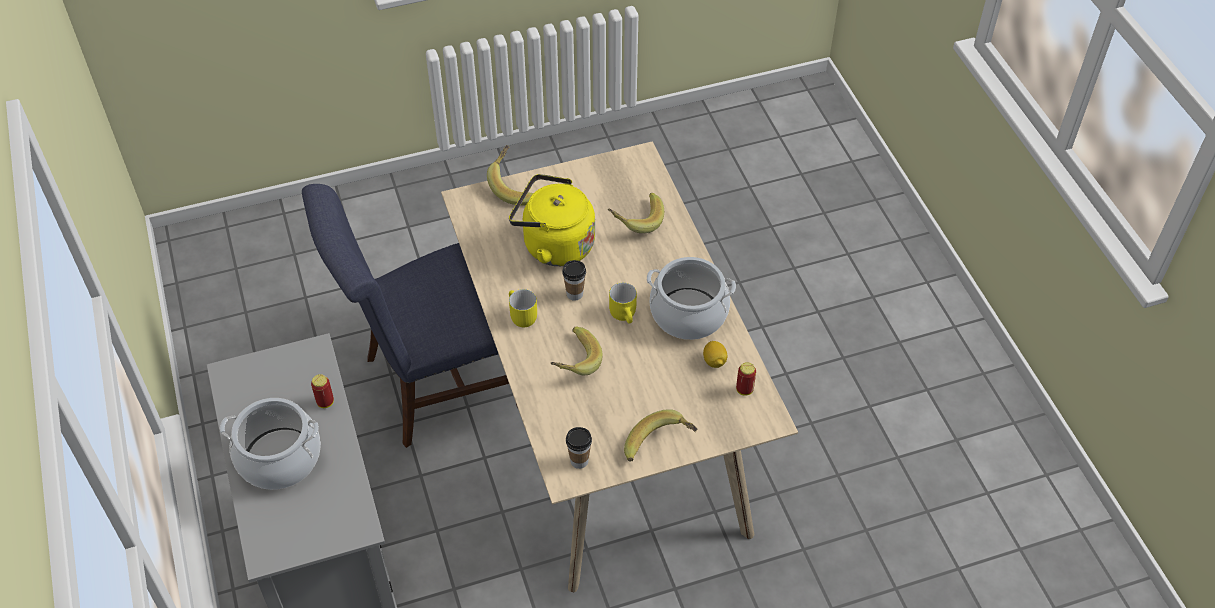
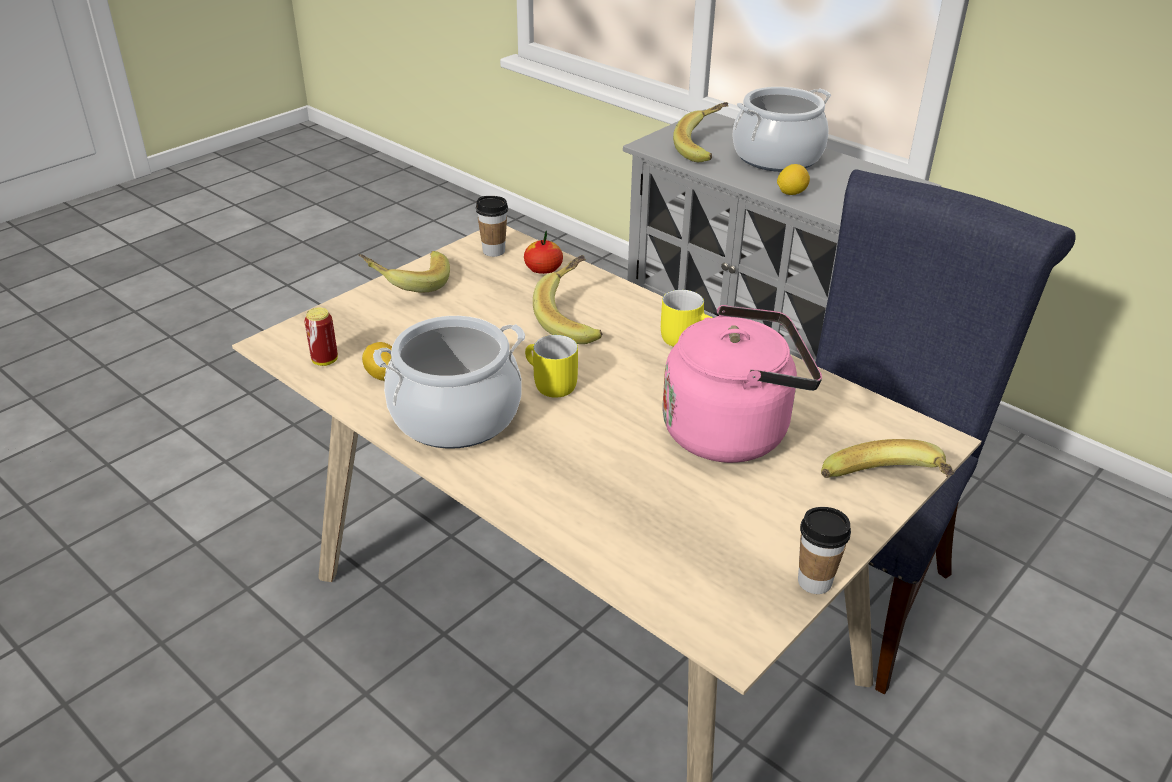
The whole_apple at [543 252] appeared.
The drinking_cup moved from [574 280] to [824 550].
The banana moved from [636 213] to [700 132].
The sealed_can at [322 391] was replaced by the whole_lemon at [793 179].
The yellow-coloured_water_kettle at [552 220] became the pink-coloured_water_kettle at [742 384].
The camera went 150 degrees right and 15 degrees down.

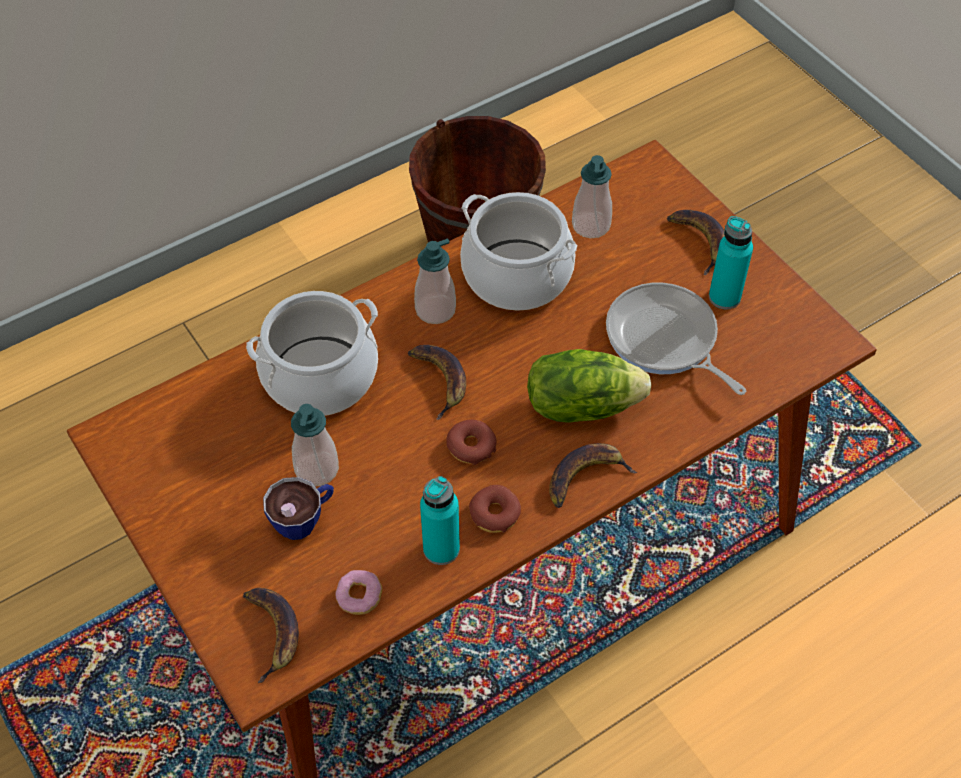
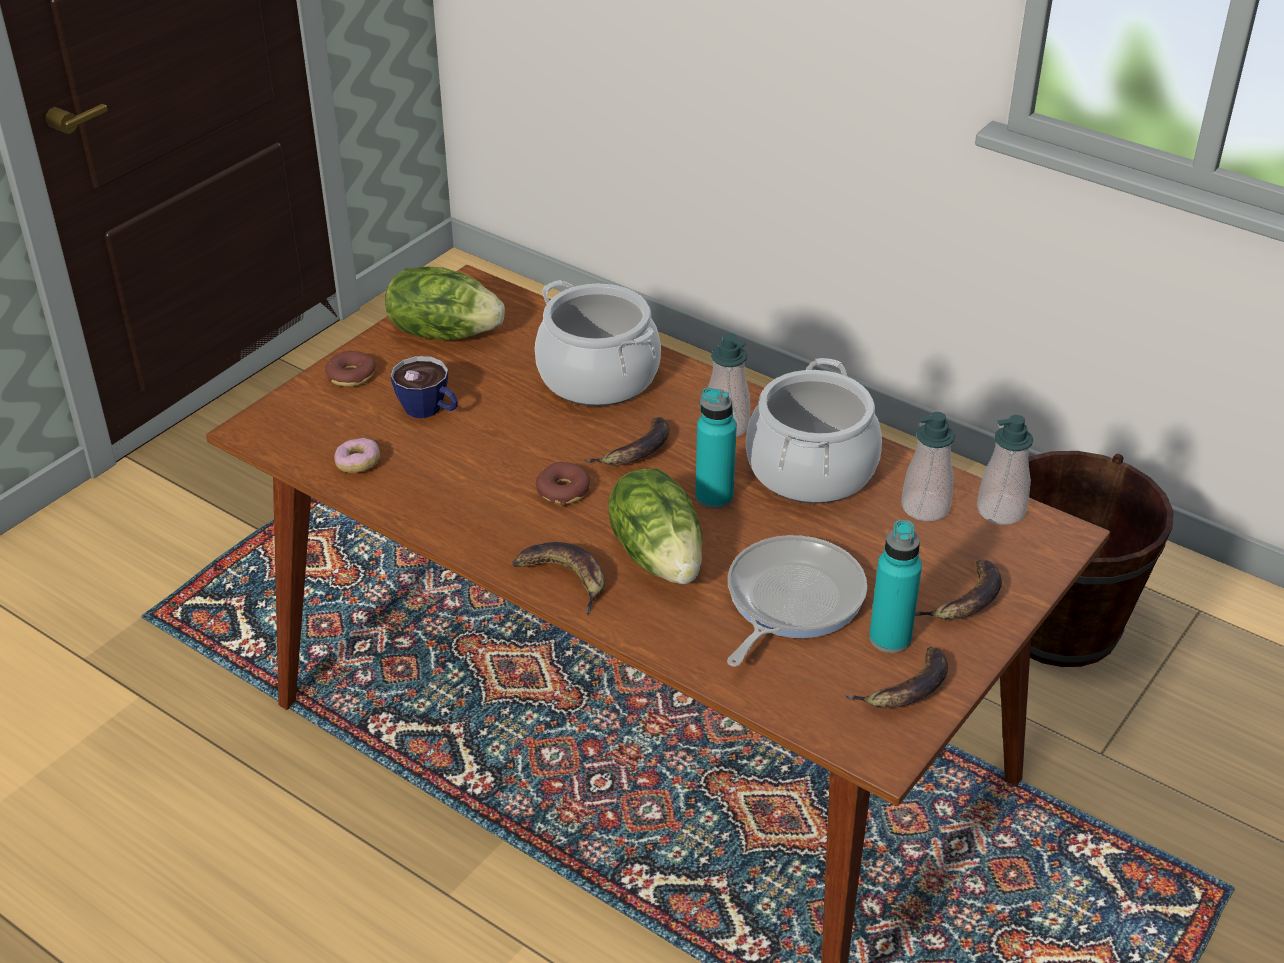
The lettuce_head at [445 303] appeared.
The banana moved from [271 635] to [896 677].
The soap_dispenser moved from [315 445] to [1005 470].
The turquoise_drink_bottle moved from [440 520] to [716 448].
The donut moved from [495 509] to [350 369].
The camera went 70 degrees right and 15 degrees down.

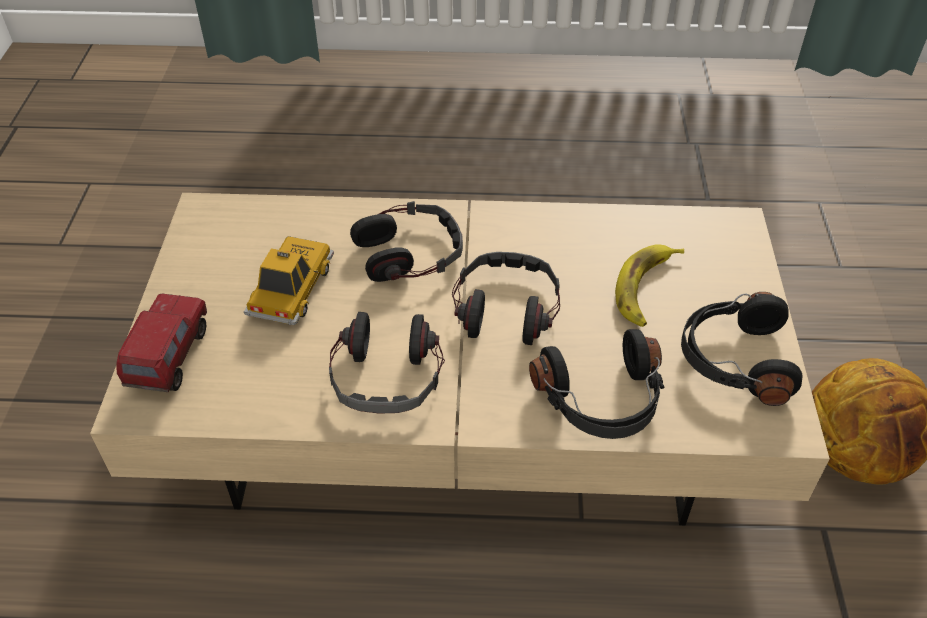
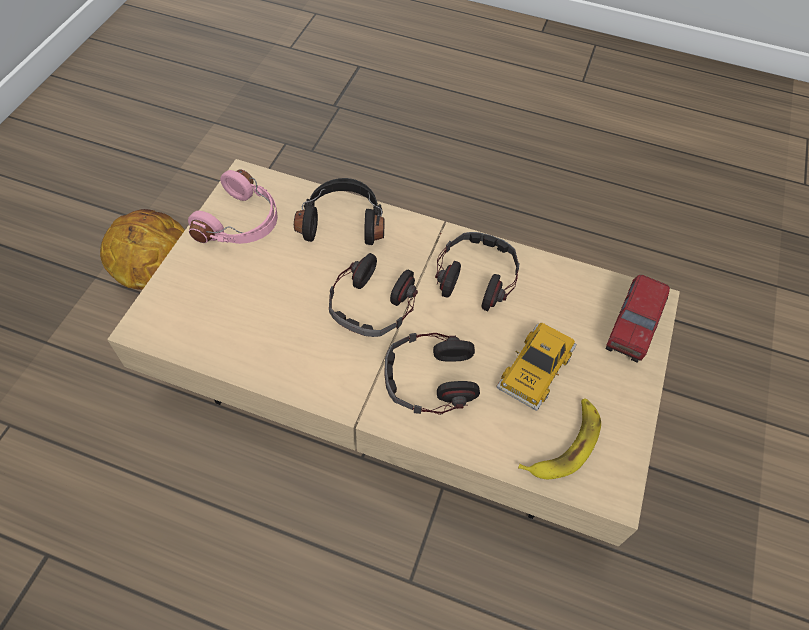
The banana moved from [649 285] to [559 438].
The black-coloured_headphones at [742 349] became the pink-coloured_headphones at [233 206].
The camera went 165 degrees left and 10 degrees up.

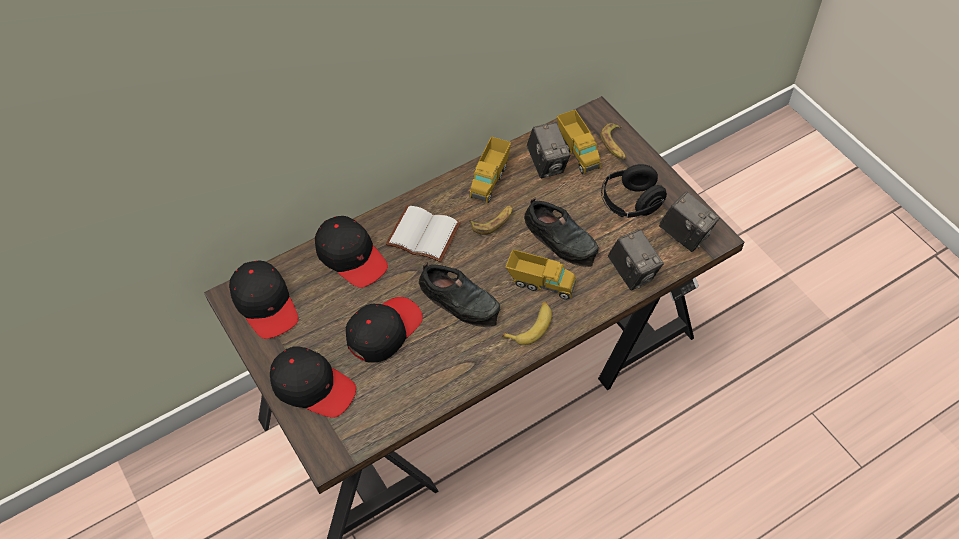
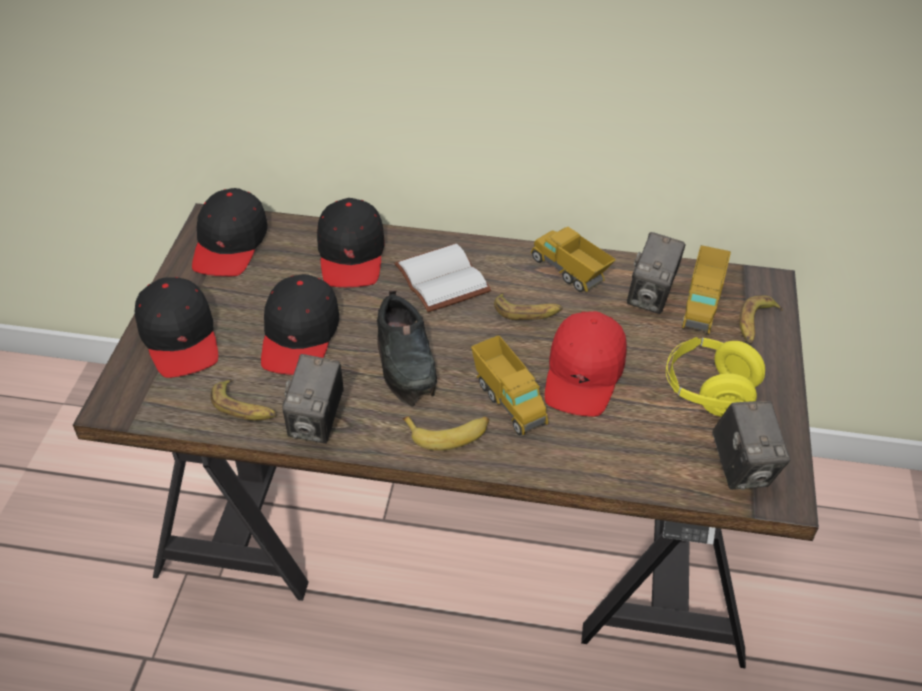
The banana at [244 399] appeared.
The still_camera moved from [636 259] to [313 398].
The black-coloured_low_shoe at [561 232] was replaced by the red-coloured_cap at [586 364].
The black-coloured_headphones at [634 191] became the yellow-coloured_headphones at [715 377].
The black-coloured_cap at [384 330] turned 105 degrees clockwise.
The toy_lorry at [490 170] turned 75 degrees clockwise.
The camera went 40 degrees right and 10 degrees down.

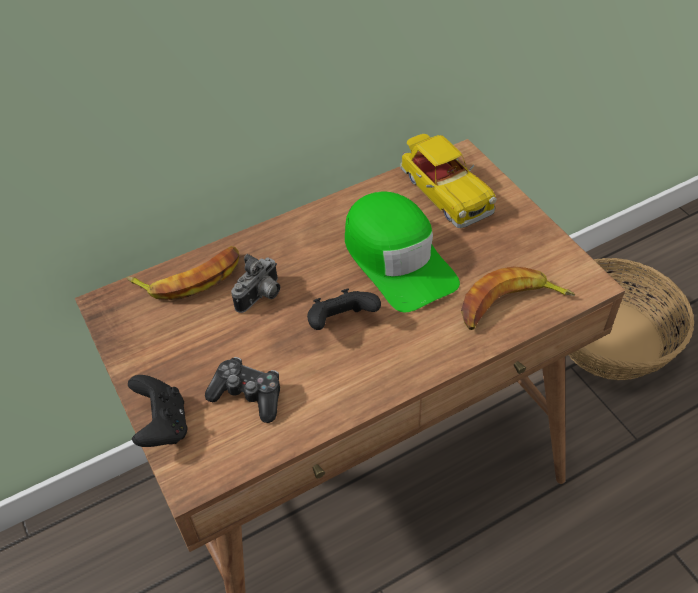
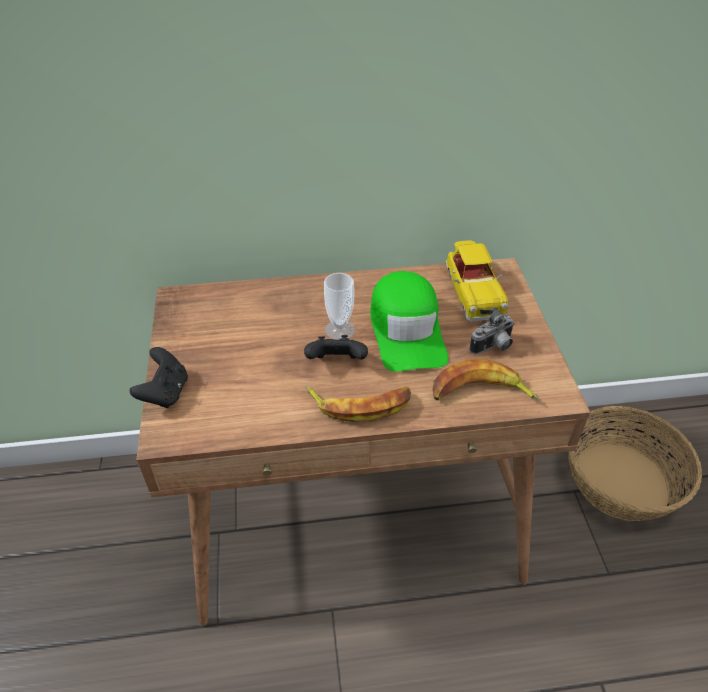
The joypad at [242 390] disappeared.
The drinking_cup at [339 306] appeared.
The banana moved from [182 273] to [358 403].
The still_camera moved from [255 283] to [491 330].
The camera went 20 degrees right and 5 degrees down.

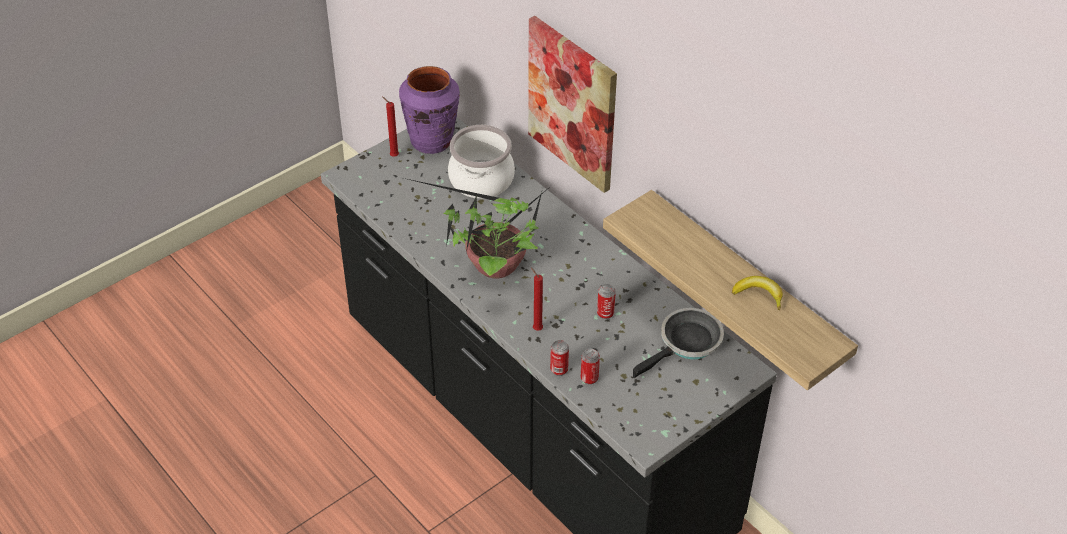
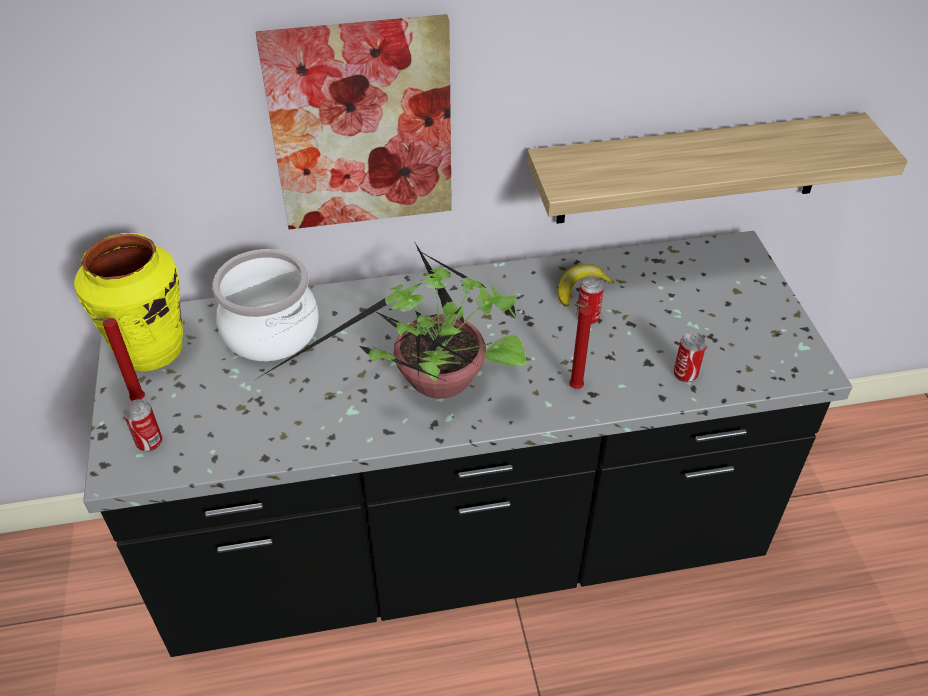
The frying_pan at [678 343] disappeared.
The sealed_can moved from [559 358] to [143 425].
The banana moved from [757 293] to [586 285].
The purple-coloured_vase at [429 110] became the yellow-coloured_vase at [128 302].
The camera went 60 degrees left and 0 degrees up.

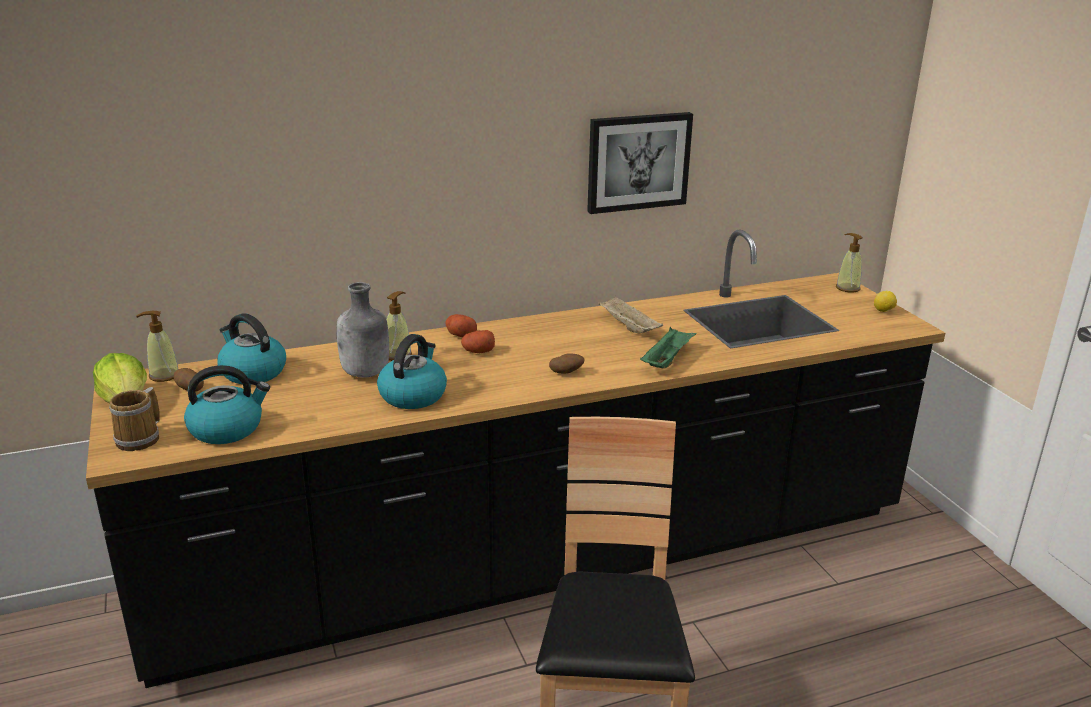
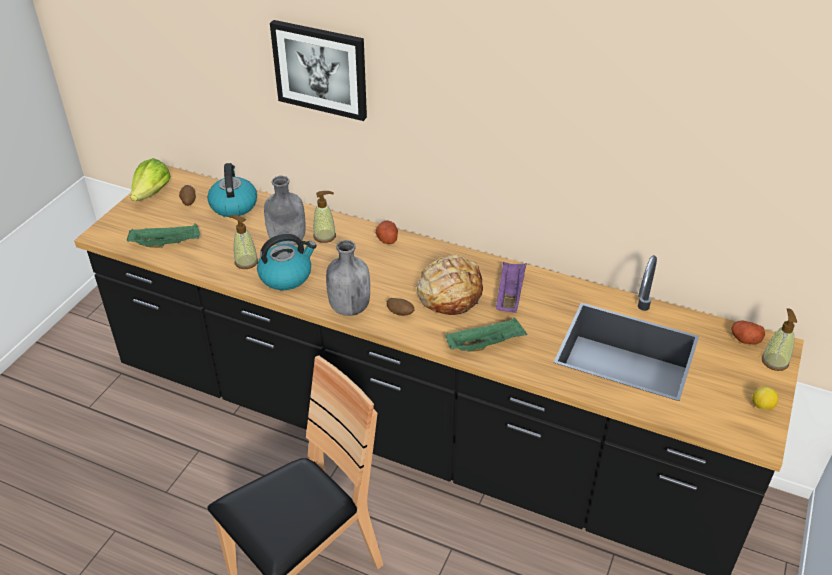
The tea_mug at [134 419] disappeared.
The greyish_drink_bottle at [348 278] appeared.
The baked_bread at [450 285] appeared.
The soap_dispenser moved from [157 346] to [243 242].
The spud moved from [478 341] to [748 332].
The picture moved from [640 163] to [318 70].
The water_kettle at [227 404] was replaced by the green-coloured_serving_tray at [163 235].
The beige_serving_tray at [630 314] became the purple-coloured_serving_tray at [511 287].
The camera went 45 degrees right and 15 degrees up.

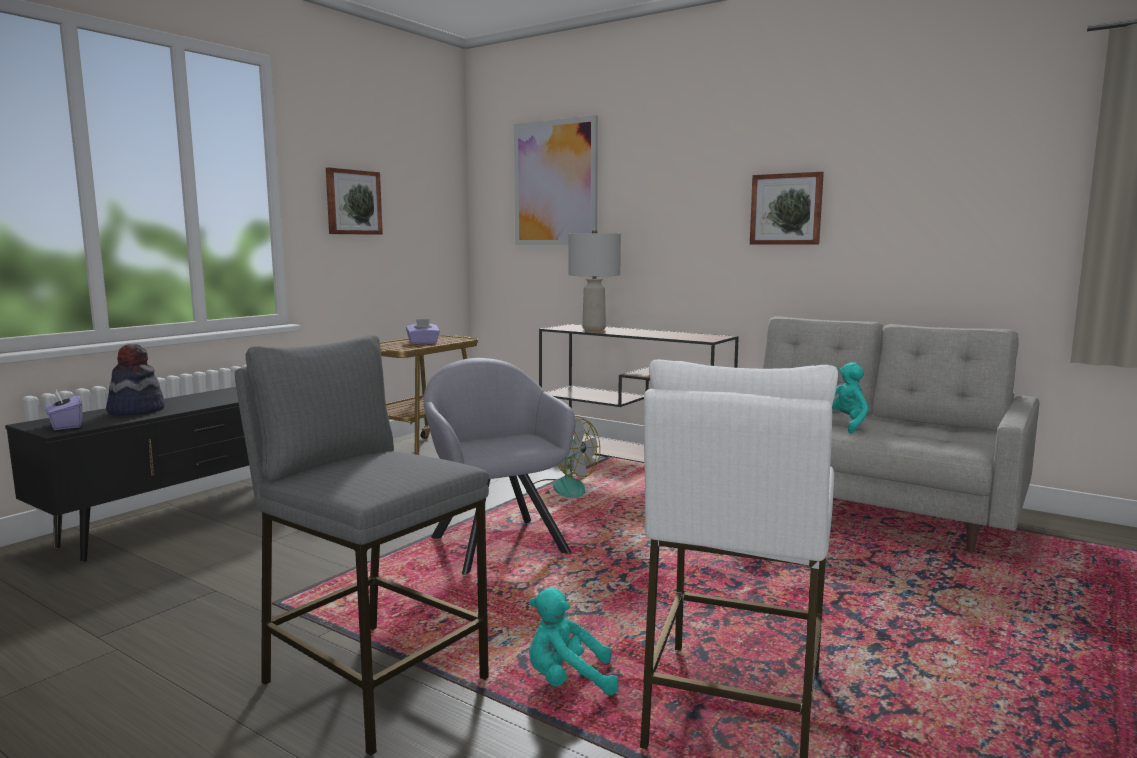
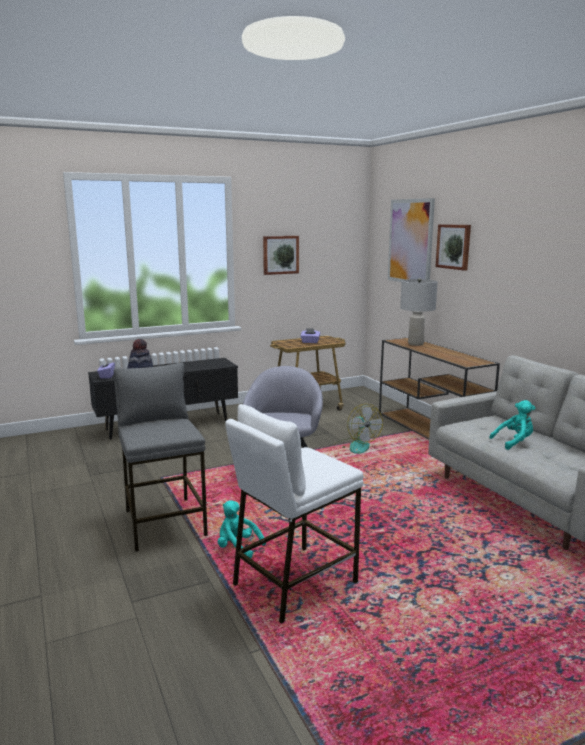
The picture moved from [787 208] to [453 247].
The camera went 30 degrees right and 5 degrees up.

